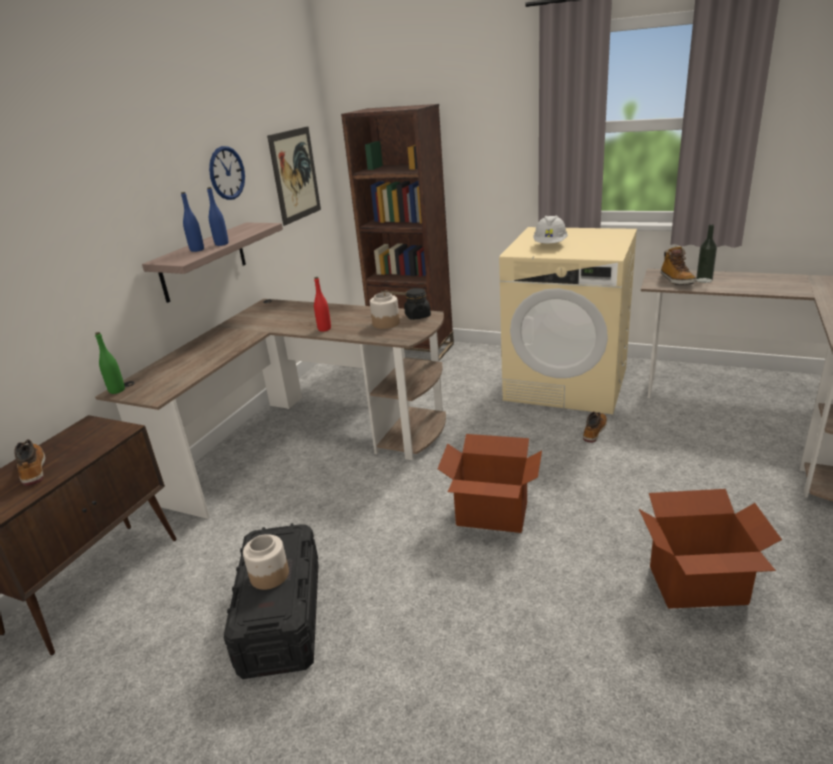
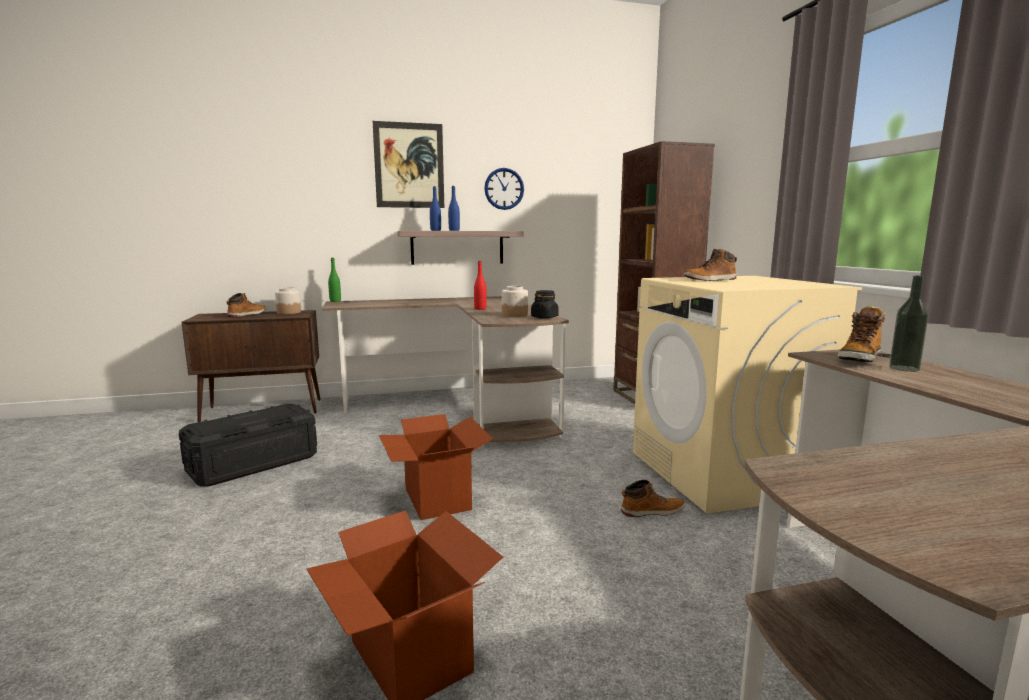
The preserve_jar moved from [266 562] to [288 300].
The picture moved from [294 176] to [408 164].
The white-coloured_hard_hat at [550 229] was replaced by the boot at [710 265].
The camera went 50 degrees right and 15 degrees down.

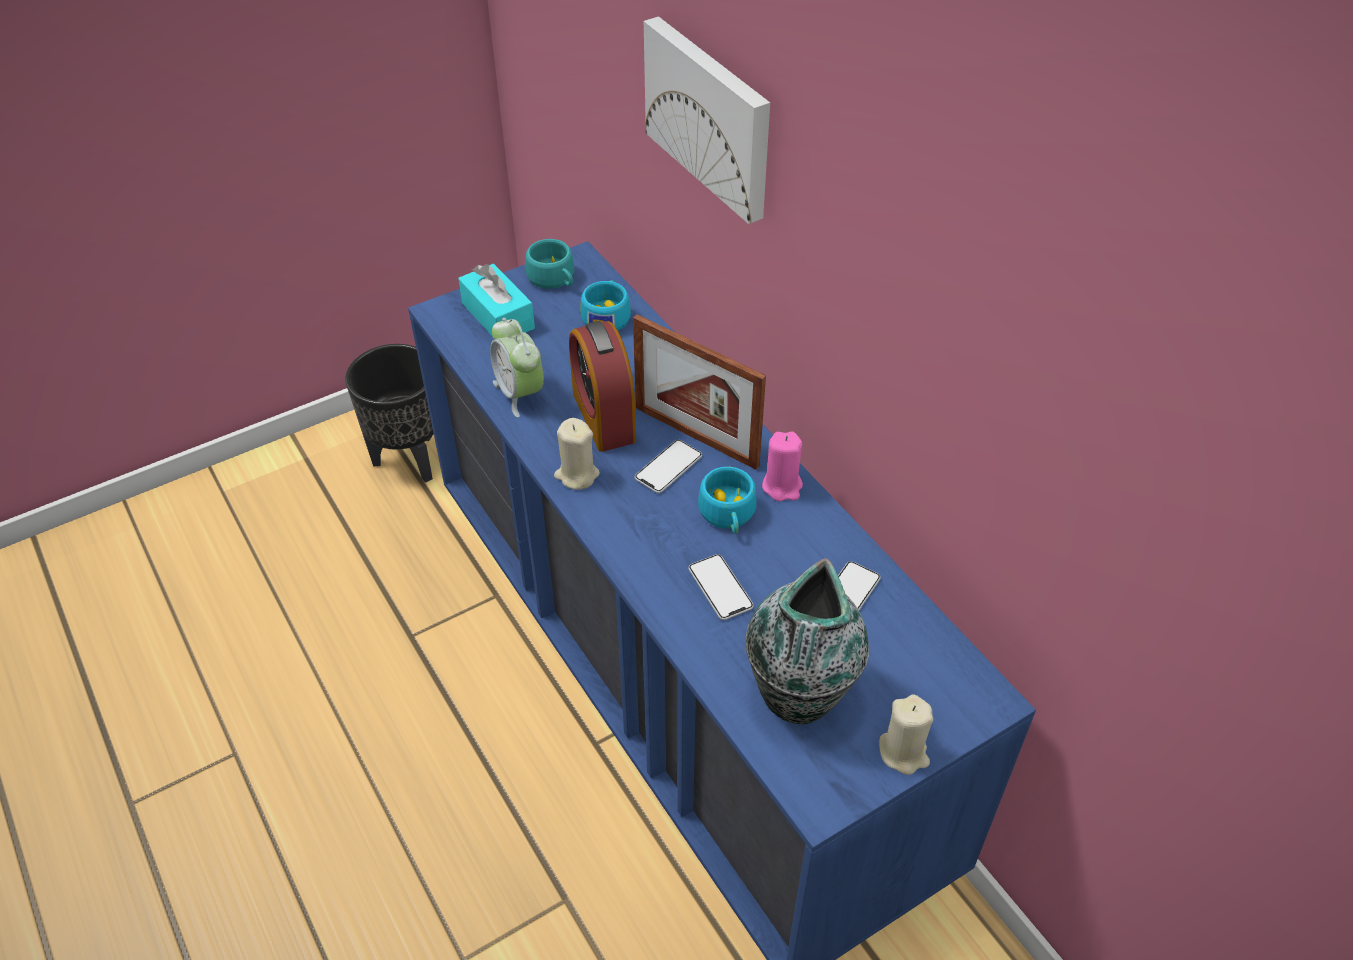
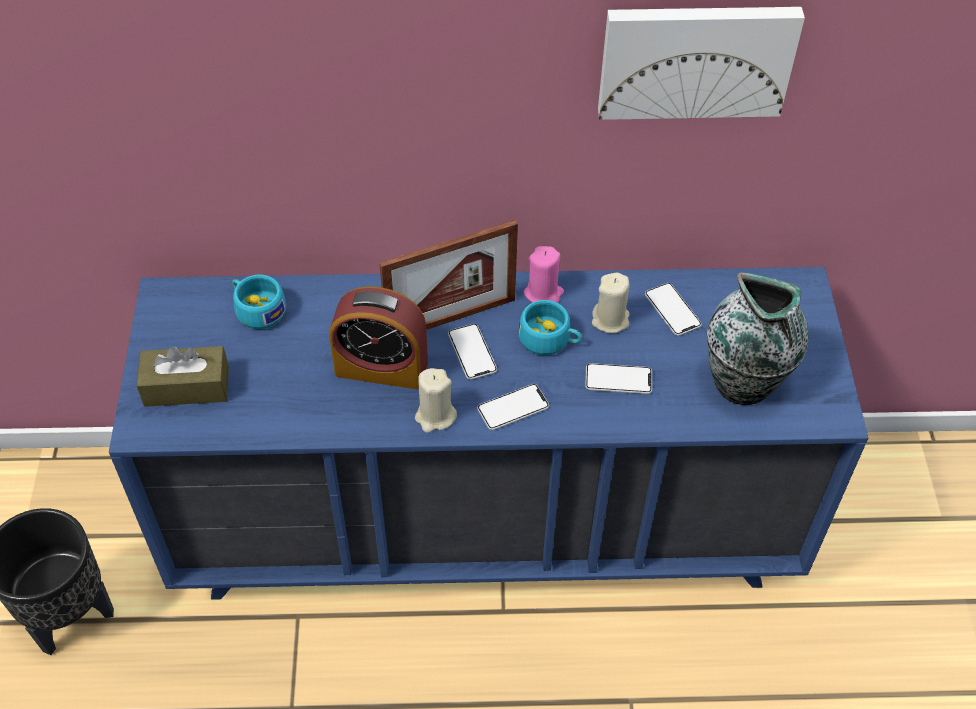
The alarm_clock at [517 368] disappeared.
The turquoise_drinking_cup at [550 264] disappeared.
The telephone at [513 407] appeared.
The picture moved from [707 120] to [701 63].
The beige_candle moved from [906 734] to [611 303].
The turquoise_box_of_tissues at [496 301] became the brown-coloured_box_of_tissues at [182 376].
The camera went 60 degrees left and 5 degrees up.

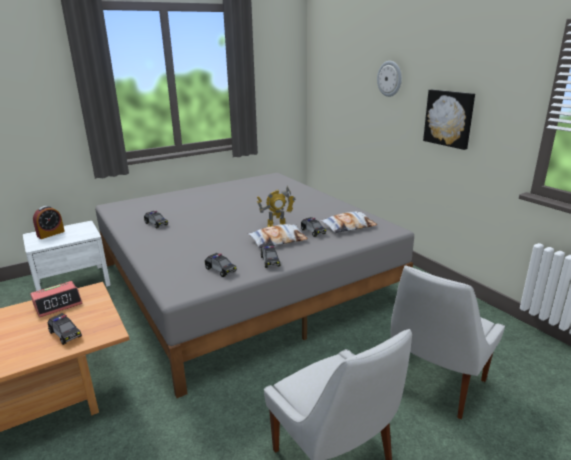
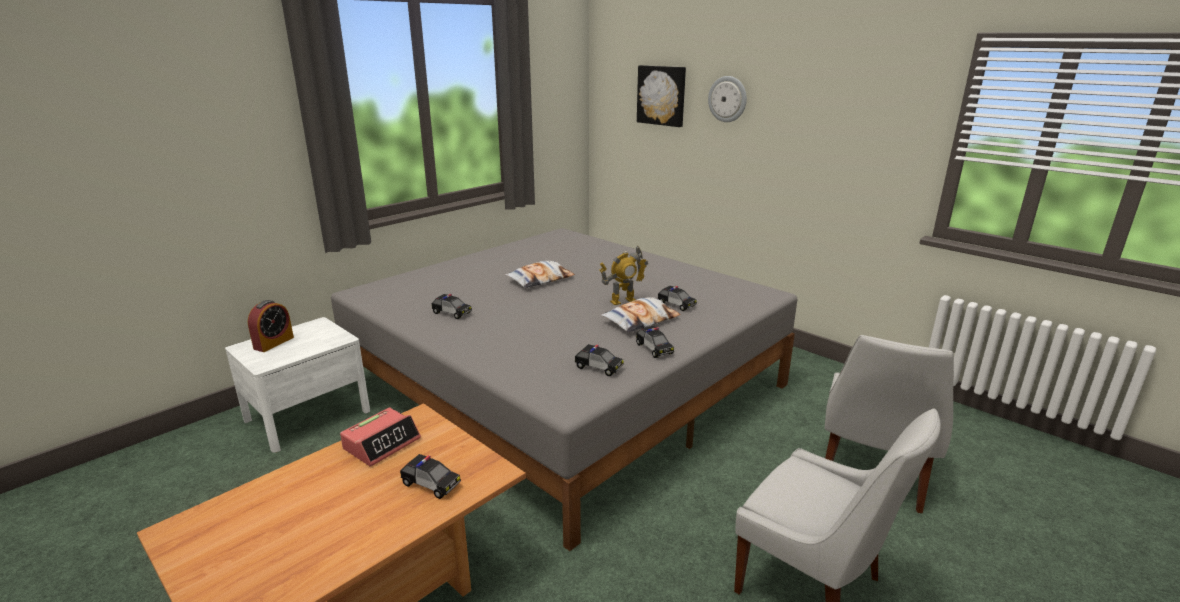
The cushion moved from [348 222] to [540 274].
The picture moved from [449 120] to [661 96].
The camera went 15 degrees left and 0 degrees up.

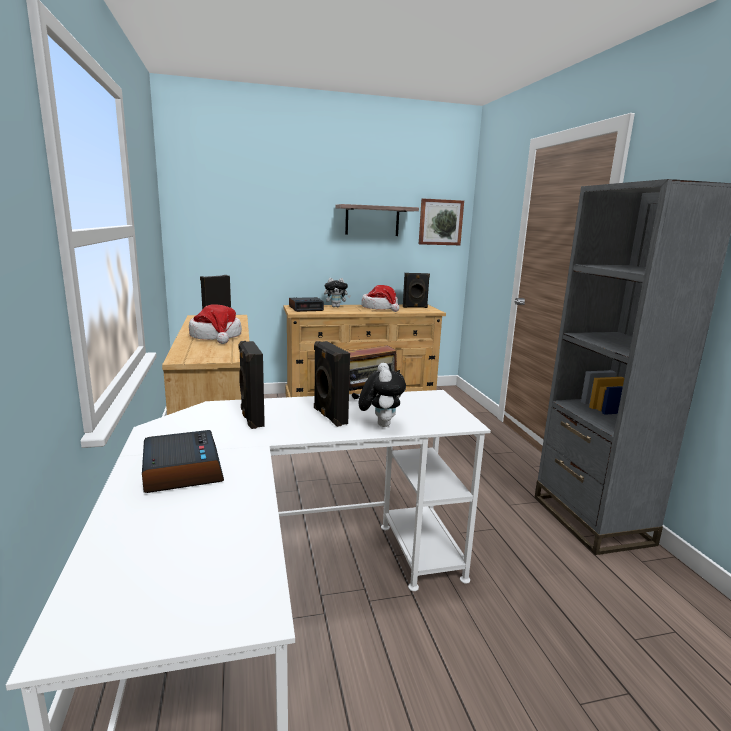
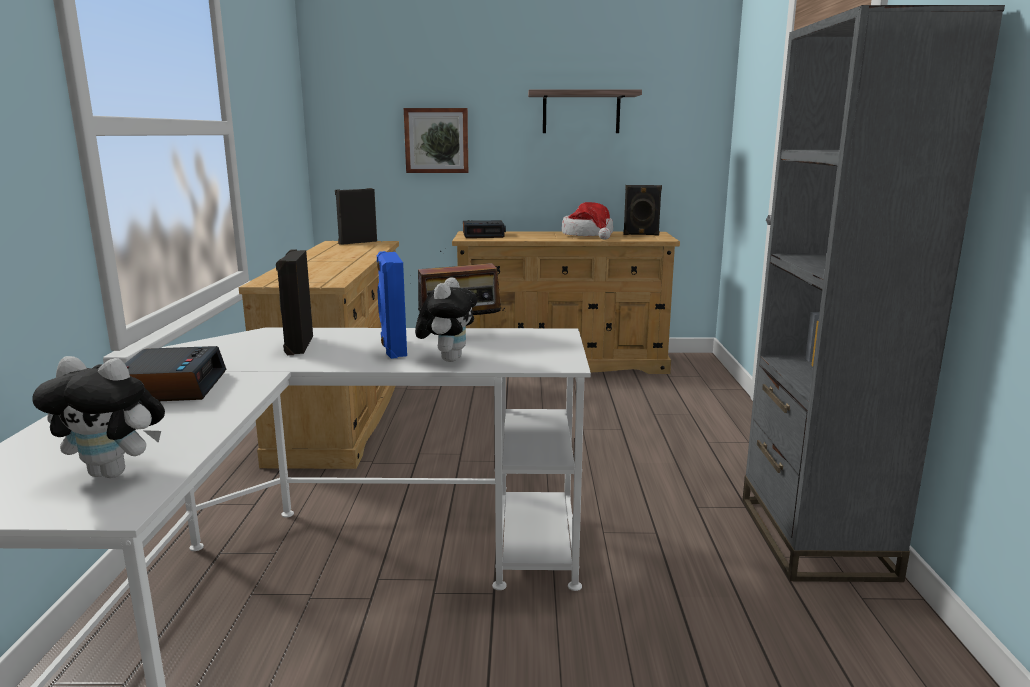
The hat at [215 324] disappeared.
The soft_toy moved from [337 292] to [98 417].
The picture moved from [441 222] to [436 140].
The black-coloured_speaker at [332 384] became the blue_speaker at [392 305].
The camera went 15 degrees right and 0 degrees up.

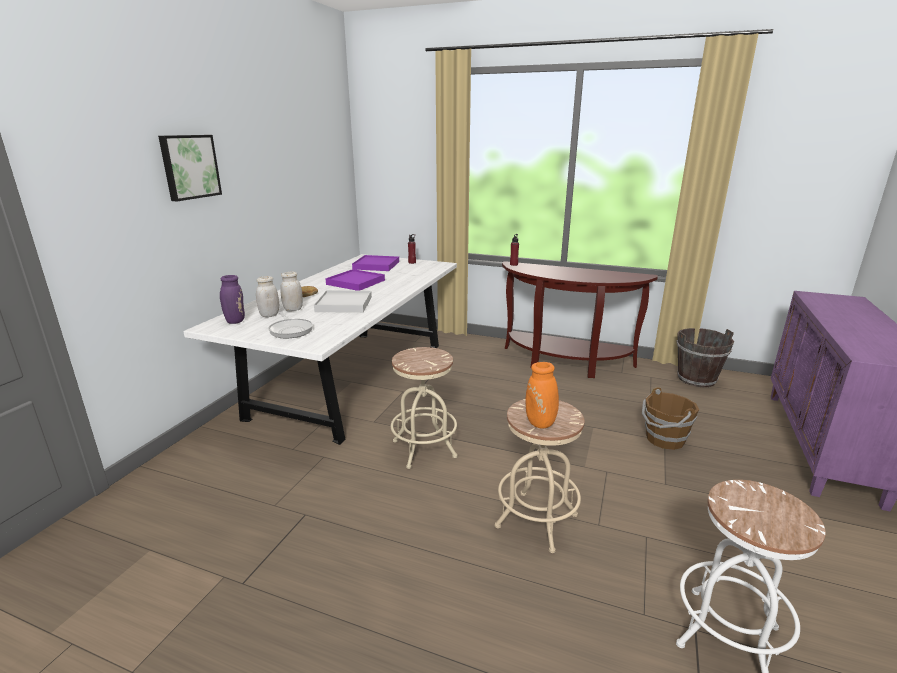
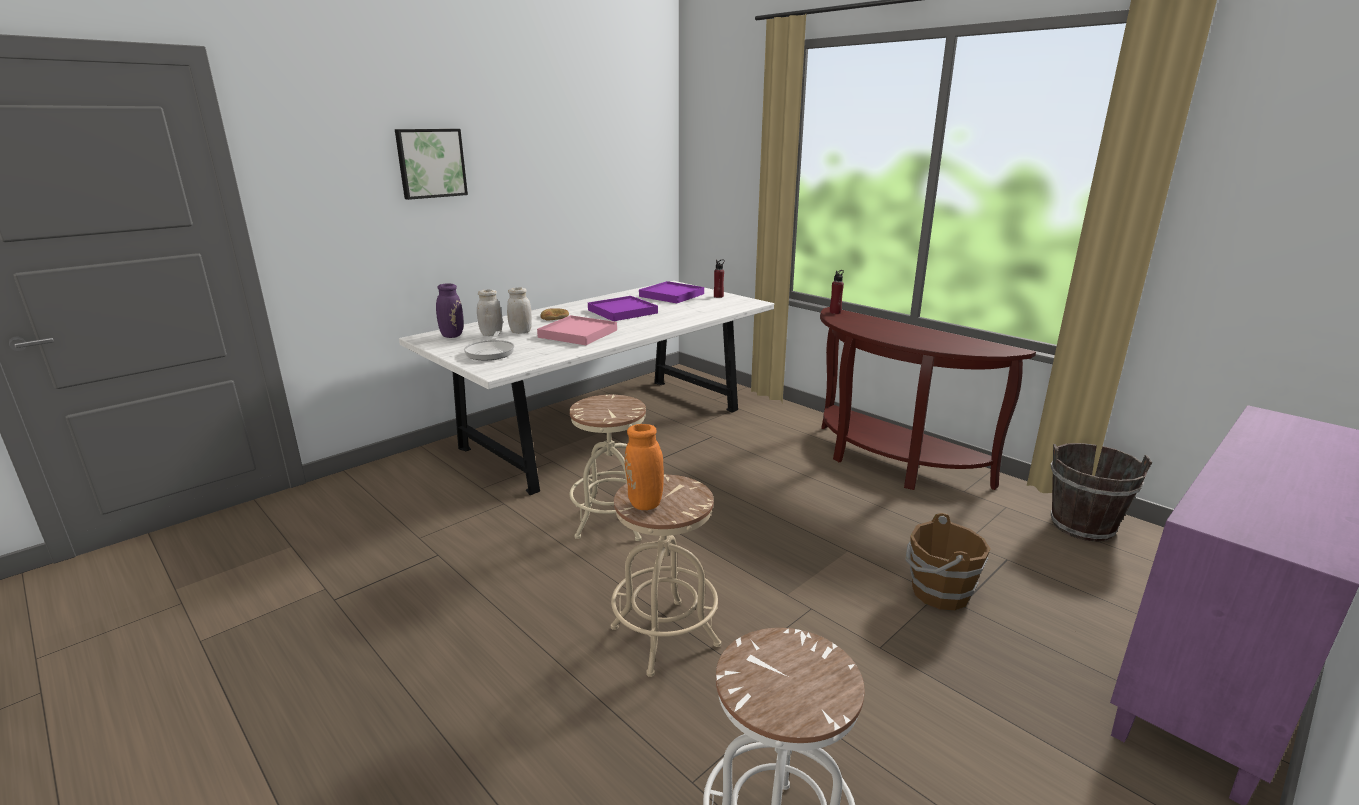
The white-coloured_serving_tray at [343 301] became the pink-coloured_serving_tray at [577 330].
The camera went 25 degrees right and 0 degrees up.

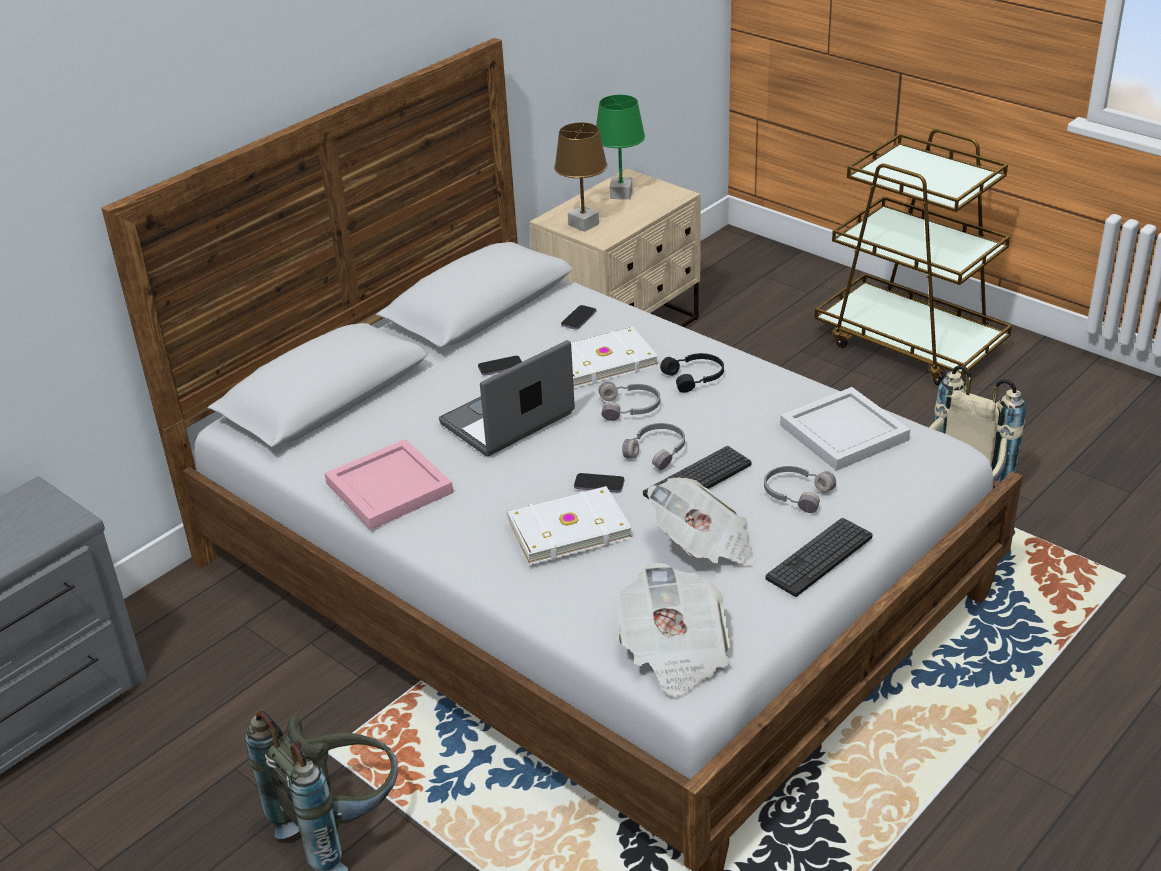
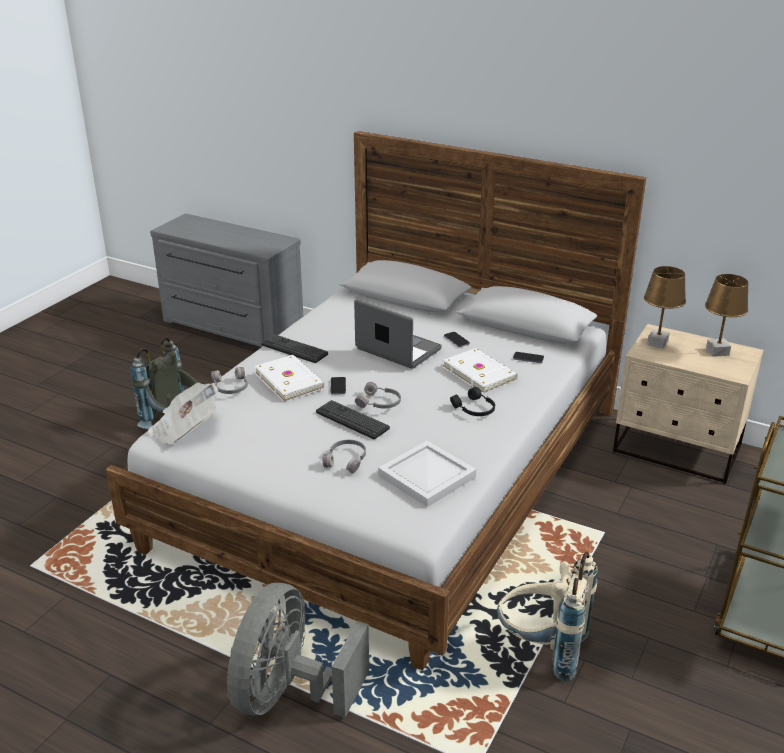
The pink-coloured_serving_tray at [389 484] disappeared.
The printed_paper at [701 521] disappeared.
The greyish_fan at [298 650] appeared.
The greyish_headphones moved from [629 401] to [229 380].
The keyboard moved from [819 557] to [294 348].
The green-coloured_tabletop_lamp at [620 147] became the brown-coloured_tabletop_lamp at [726 315].
The camera went 75 degrees right and 5 degrees down.

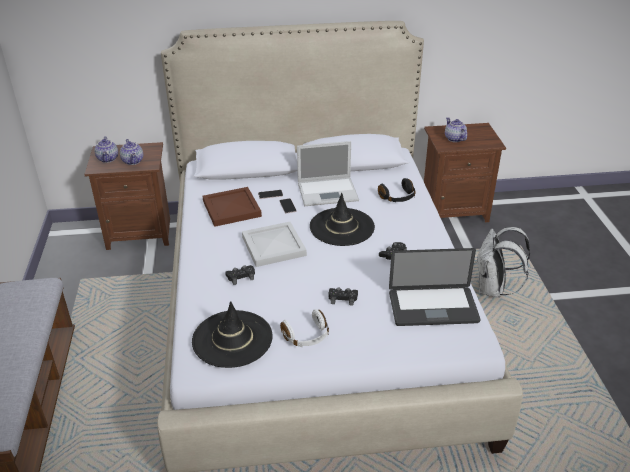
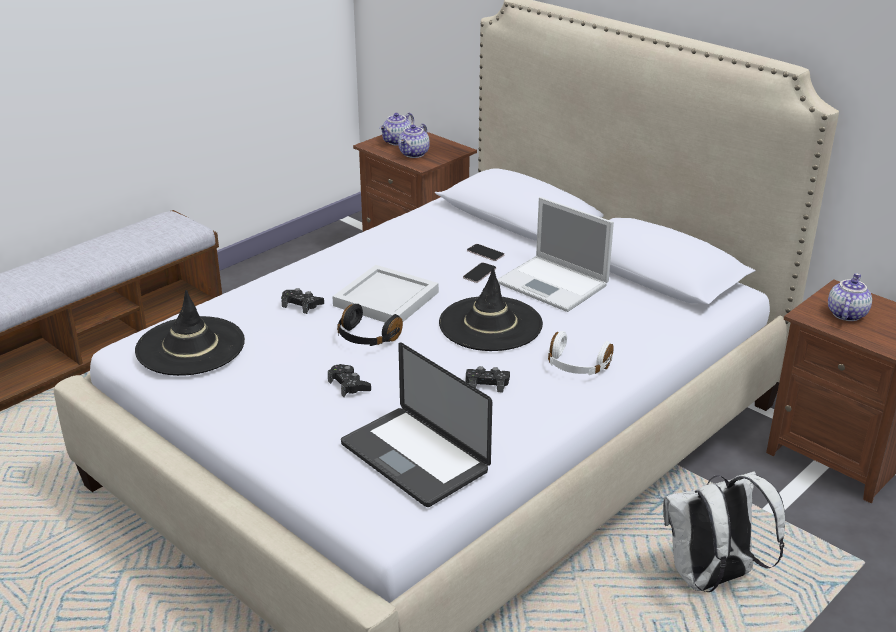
The brown-coloured_serving_tray at [232 207] disappeared.
The white-coloured_headphones moved from [304 328] to [581 353].
The black-coloured_headphones moved from [396 190] to [370 325].
The camera went 50 degrees right and 5 degrees down.

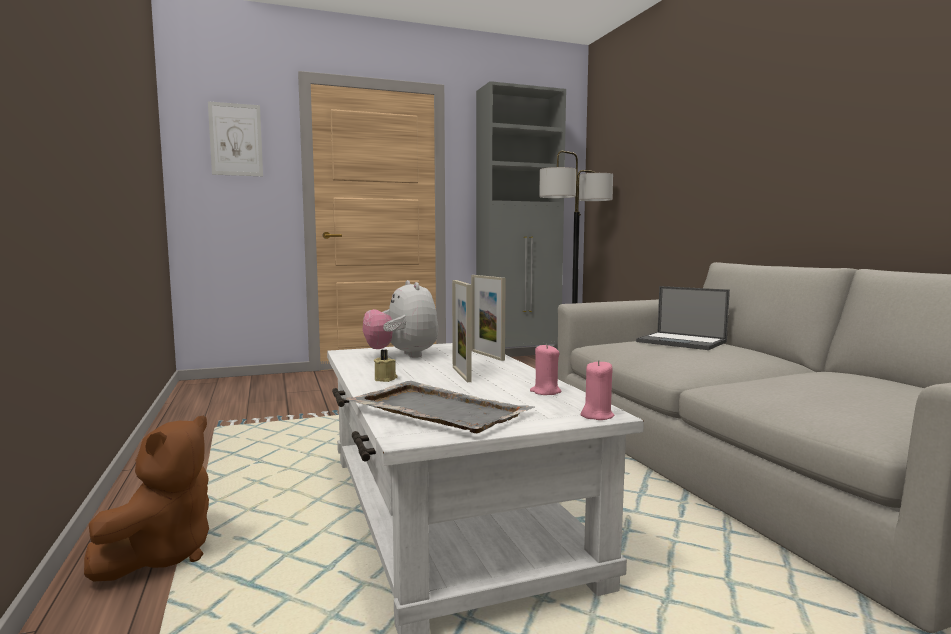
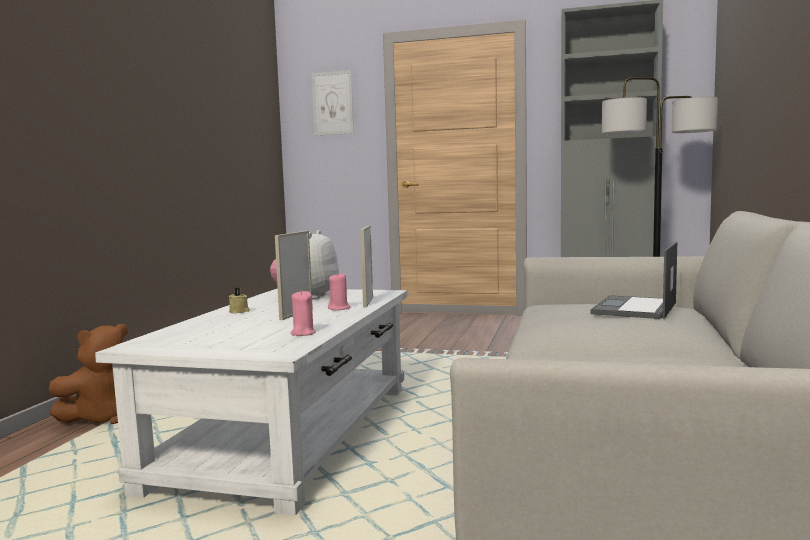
The greyish_serving_tray at [439 407] disappeared.
The pink-coloured_candle moved from [597 390] to [339 291].
The laptop at [683 318] turned 45 degrees clockwise.
The camera went 35 degrees right and 0 degrees up.

